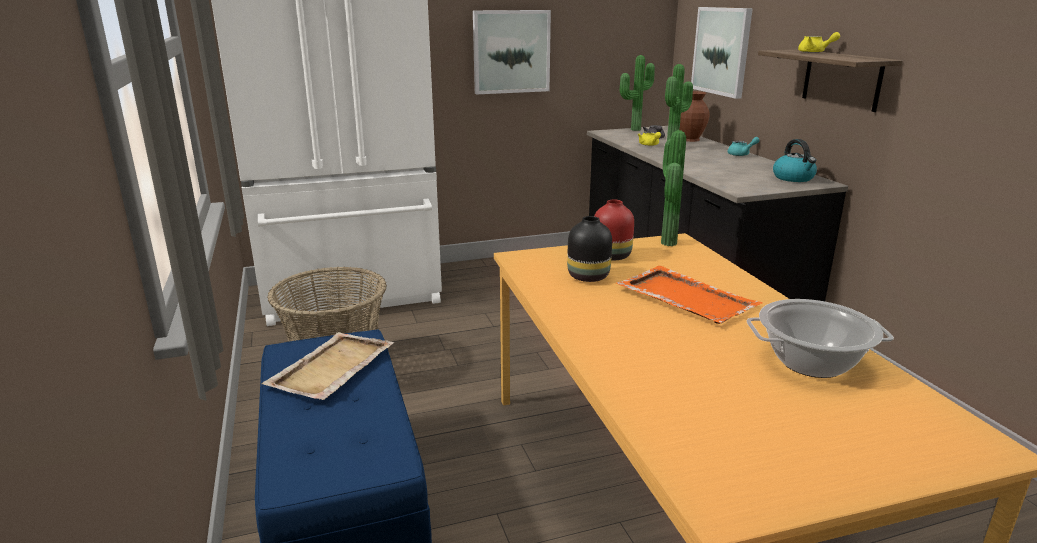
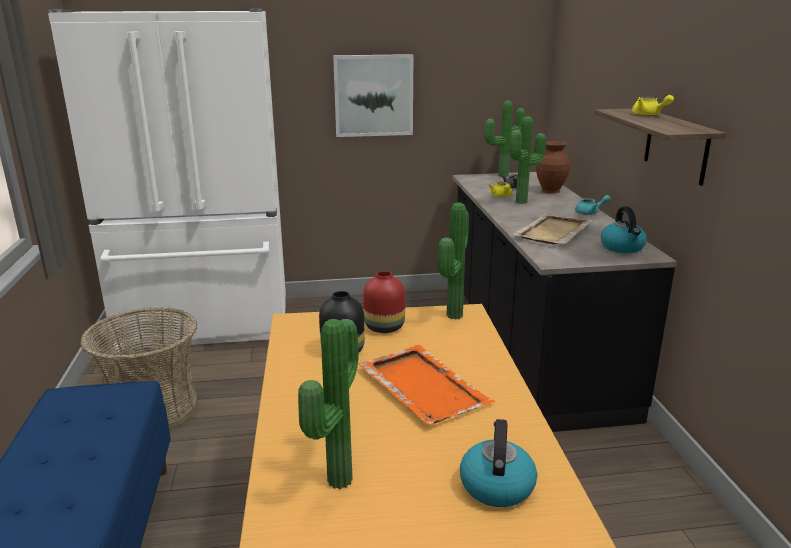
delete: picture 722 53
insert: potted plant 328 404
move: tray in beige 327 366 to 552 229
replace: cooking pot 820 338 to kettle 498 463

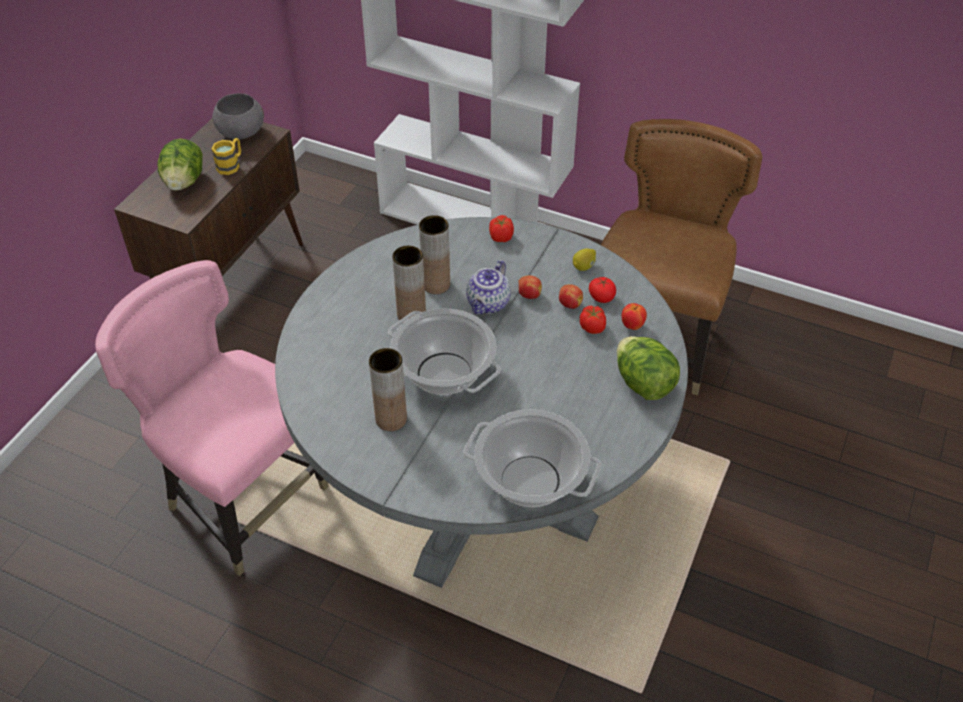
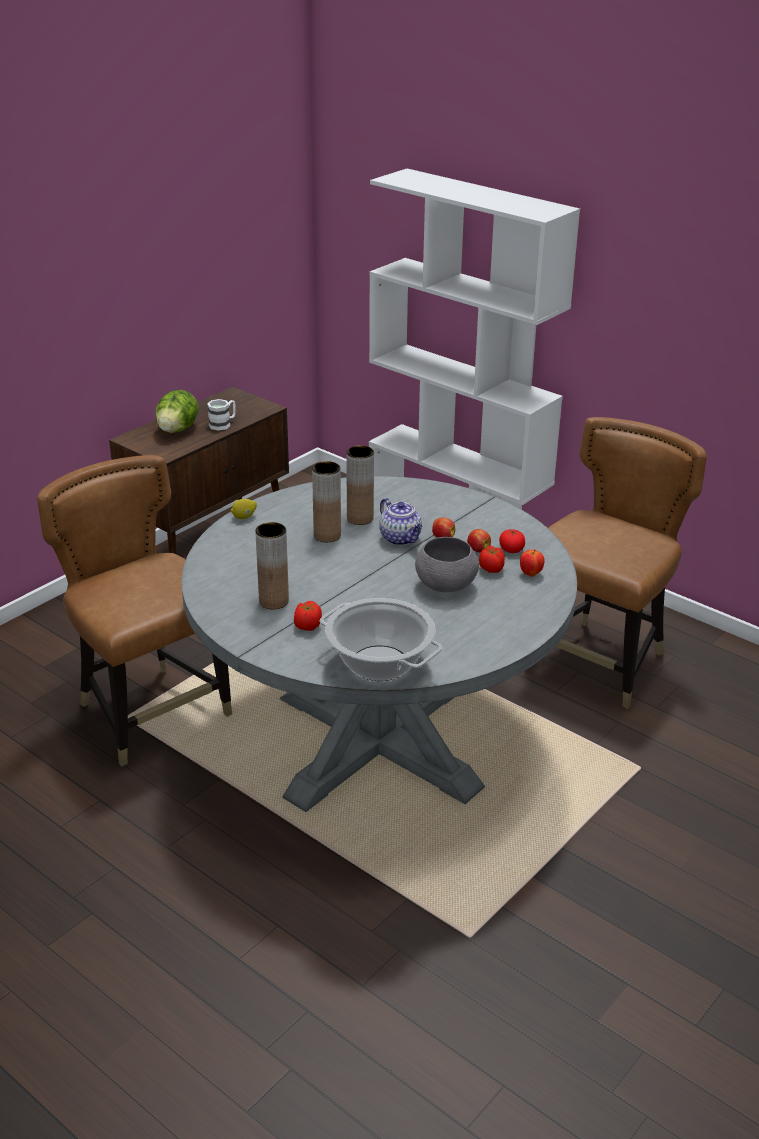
delete: cooking pot 444 351; lettuce 648 368
move: bowl in grey 238 116 to 447 564; tomato 501 228 to 308 616; lemon 584 259 to 244 509
recolor: chair in pink 212 418 to chair in brown 134 610; mug in yellow 226 156 to mug in white 221 415
rotate: teapot 488 287 = 401 521 75 degrees counterclockwise

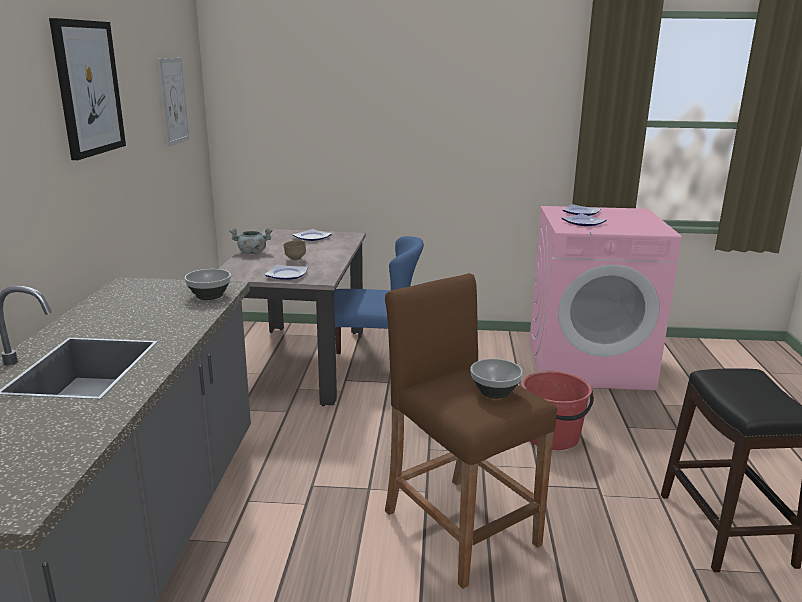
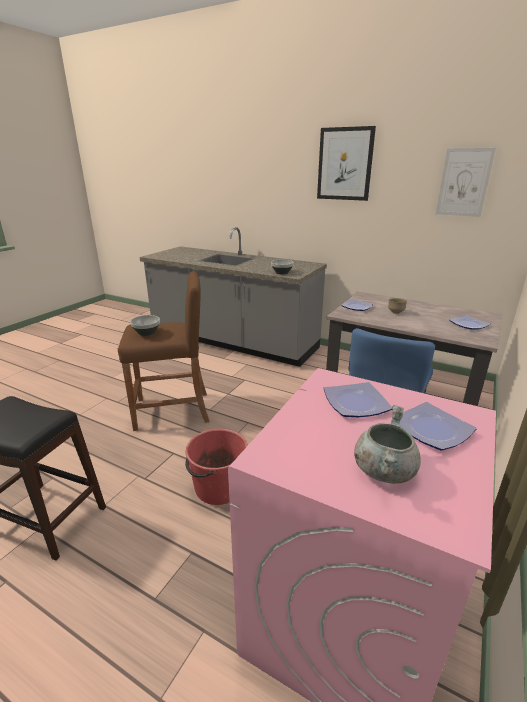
move: cooking pot in grey 250 241 to 387 444

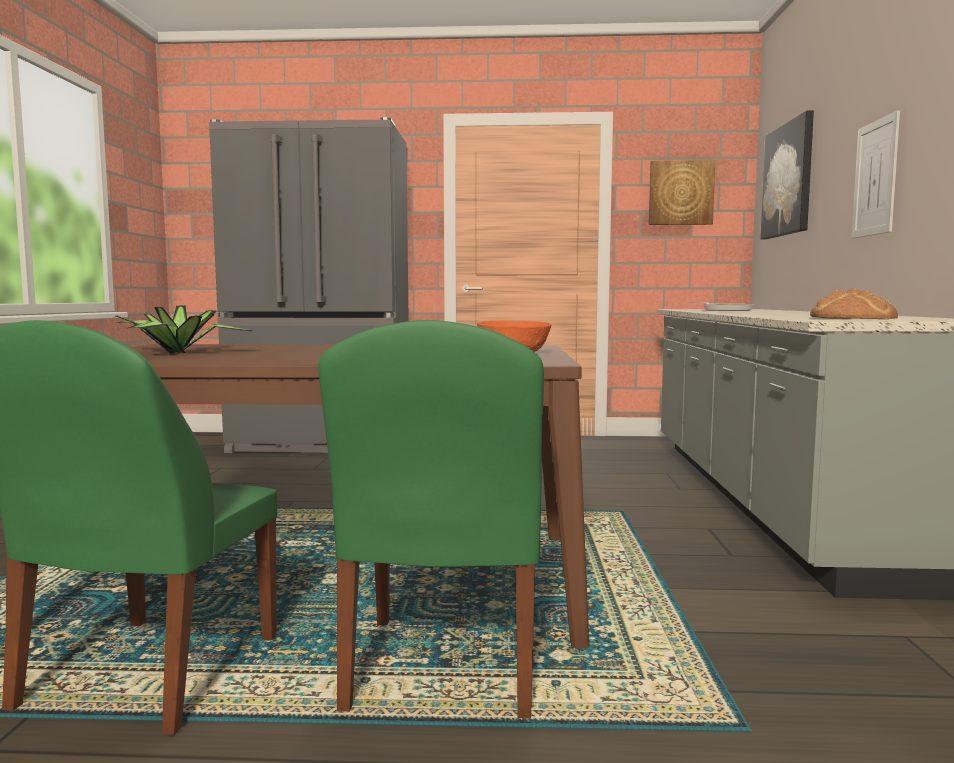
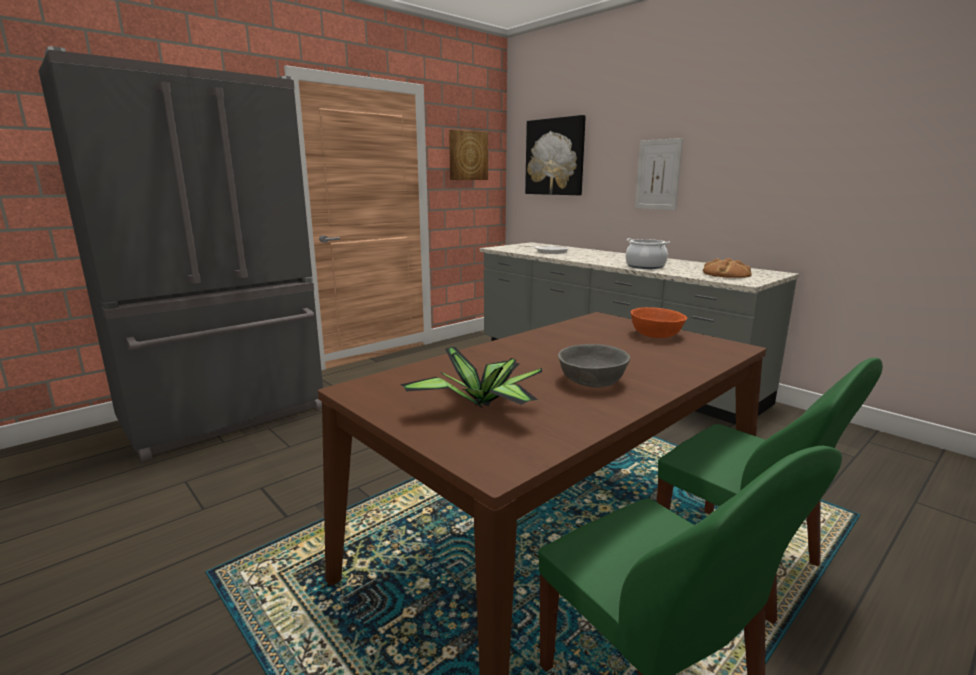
insert: bowl in grey 594 366; cooking pot 648 254

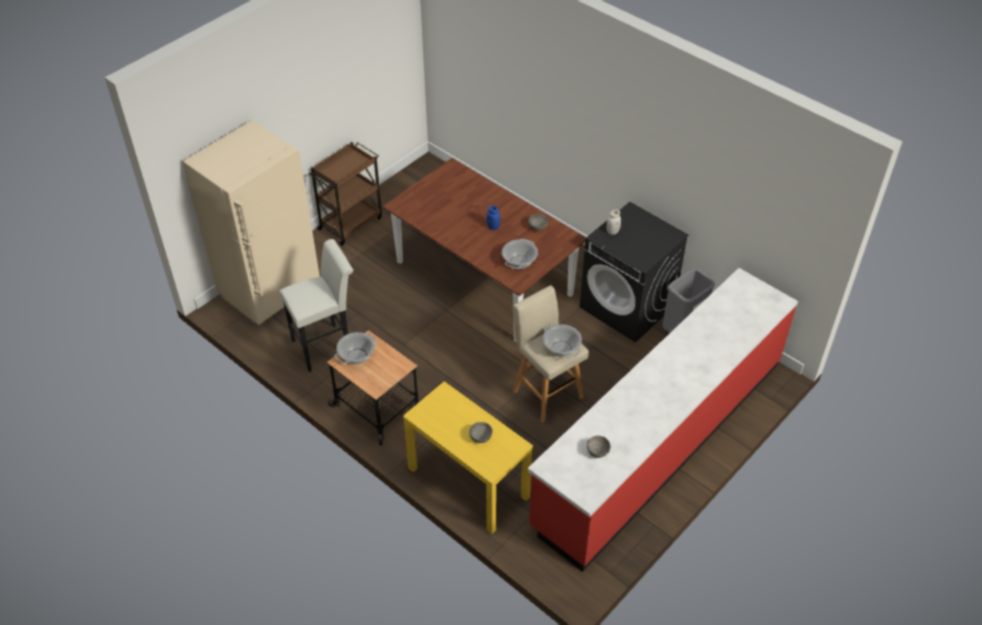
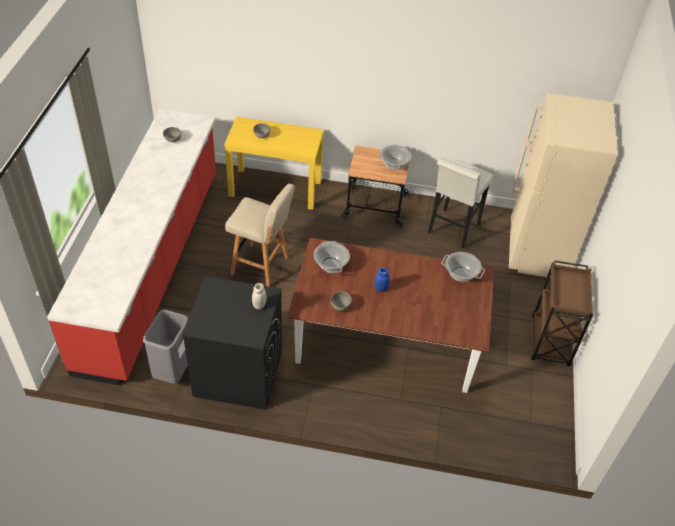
move: cooking pot 562 341 to 463 267

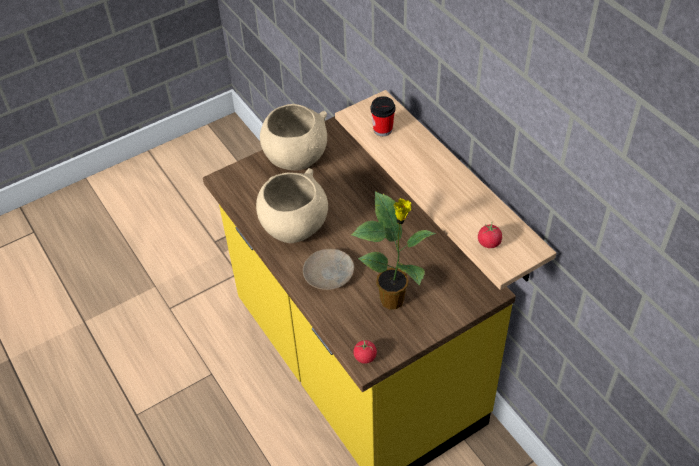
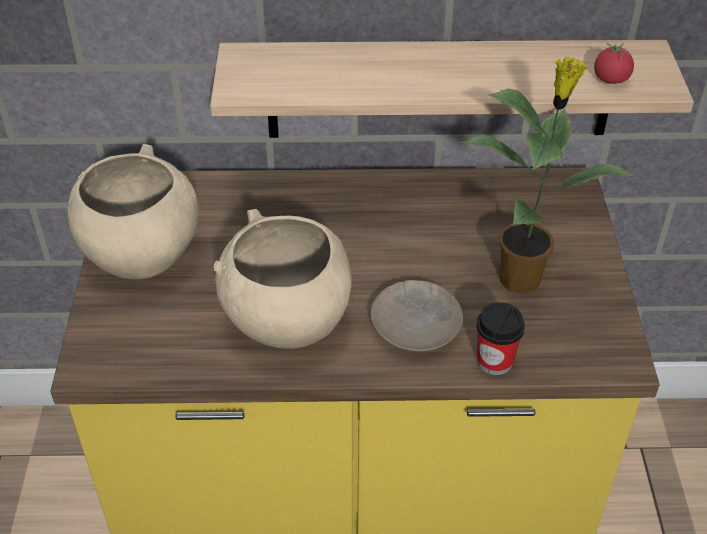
delete: tomato 365 352
move: cup 382 116 to 501 338

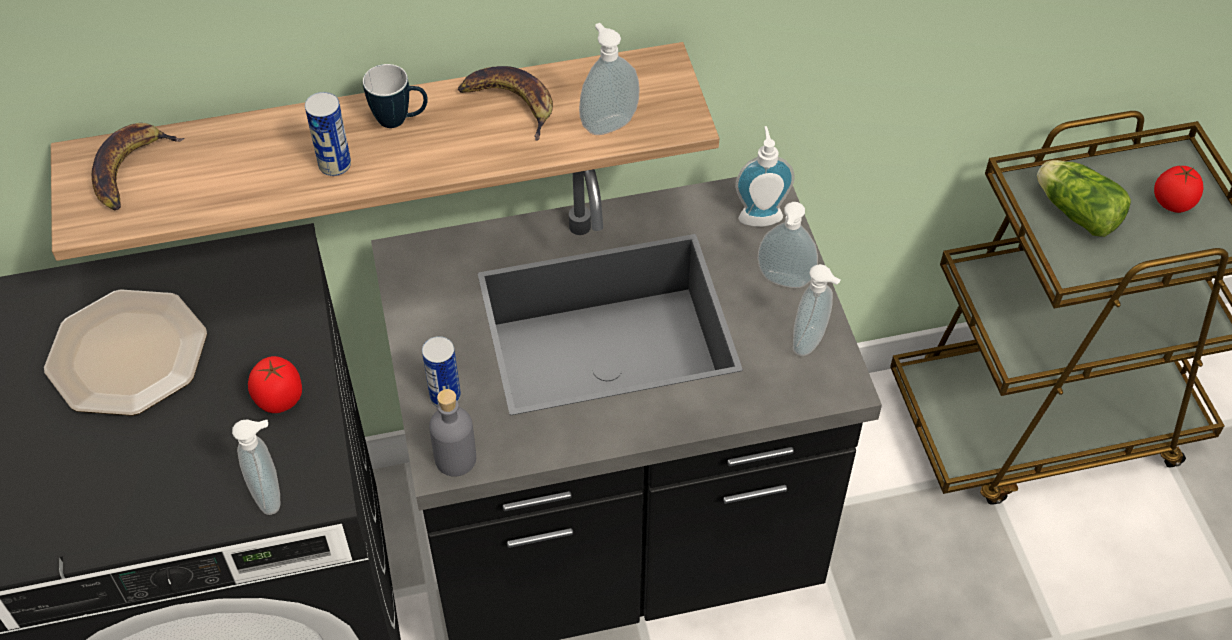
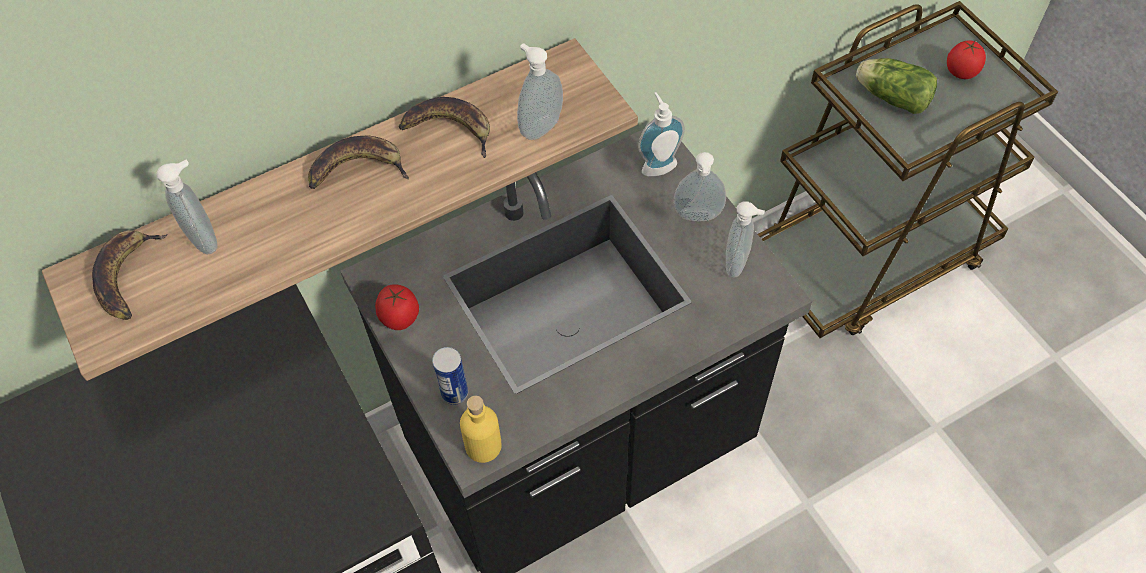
delete: plate 125 352; can 328 134
move: soap dispenser 256 467 to 187 207; tomato 275 384 to 397 307
replace: mug 395 96 to banana 358 162
recolor: bottle in grey 452 433 to bottle in yellow 481 429

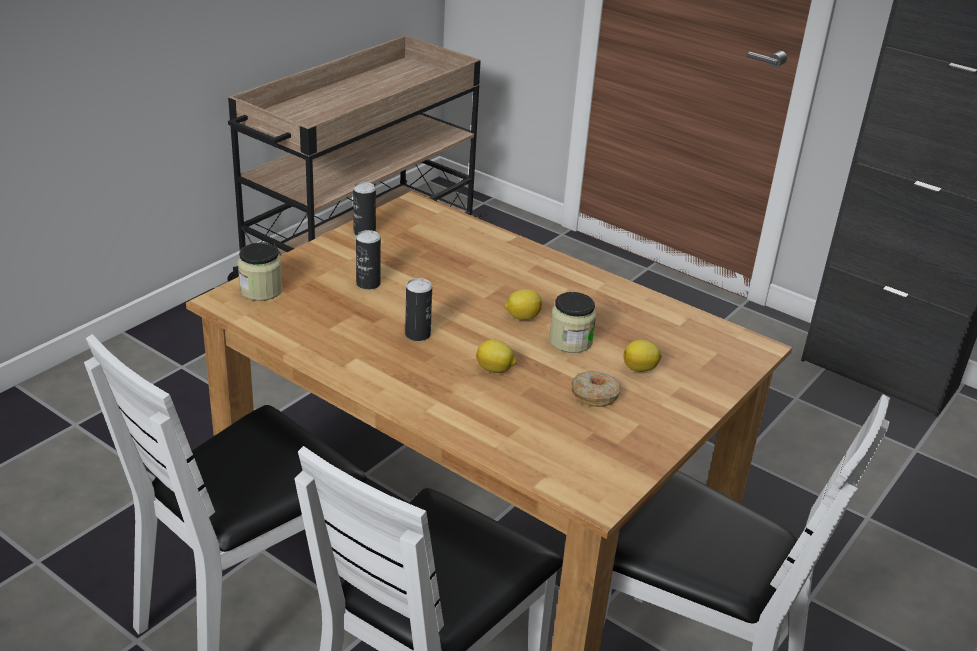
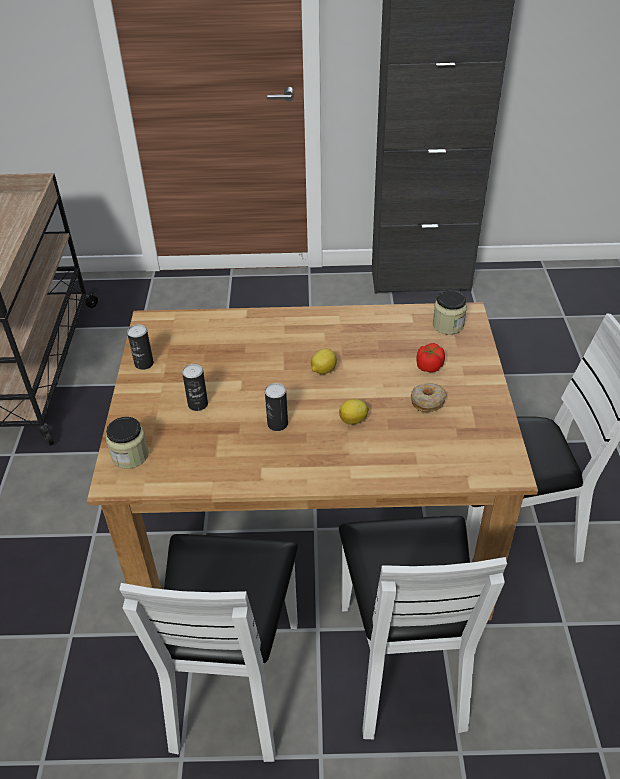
move: jar 572 322 to 450 313
replace: lemon 642 356 to tomato 430 357

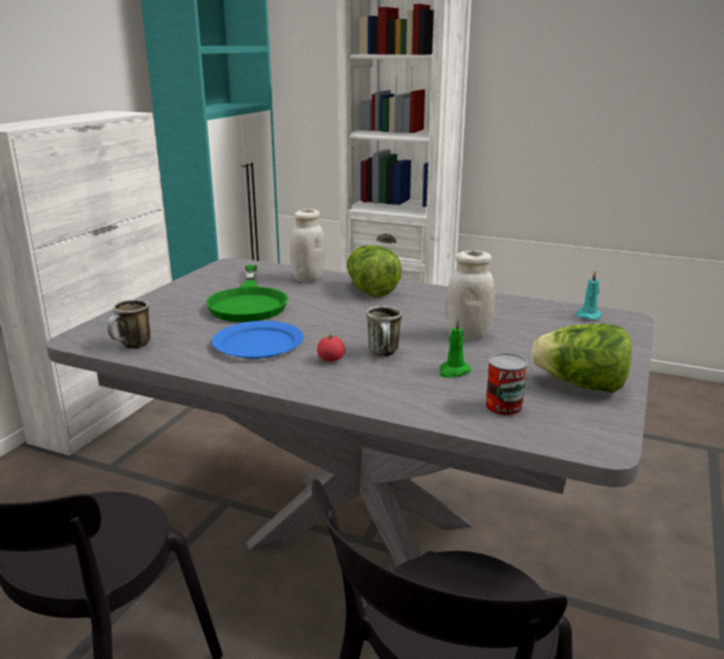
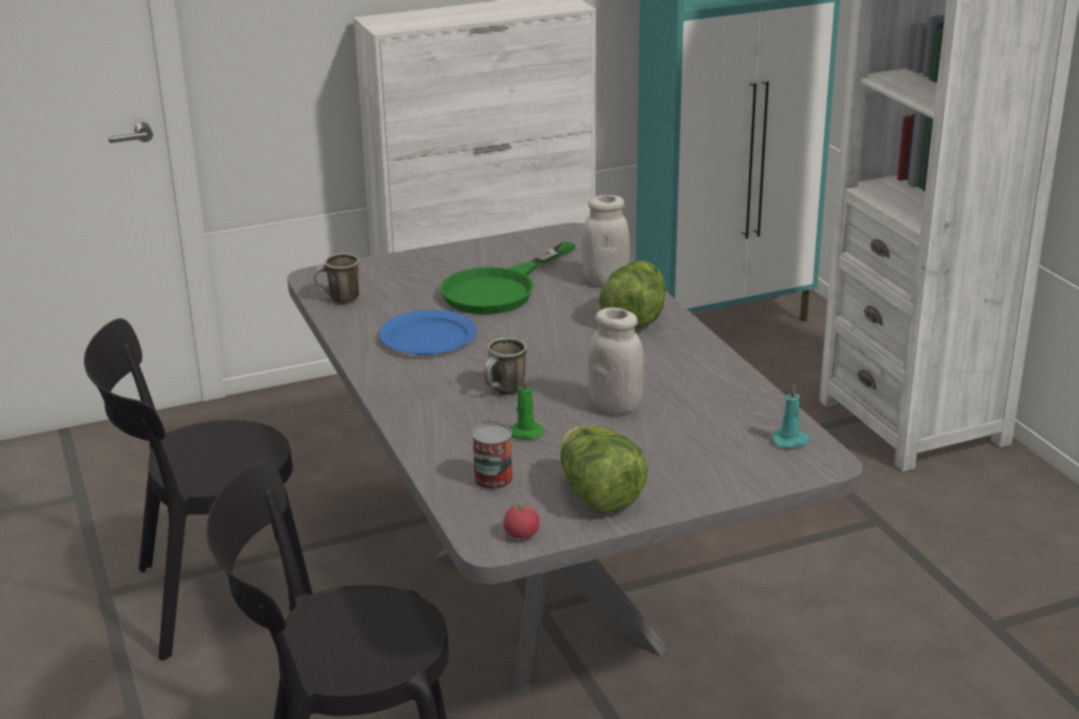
move: tomato 331 347 to 521 519

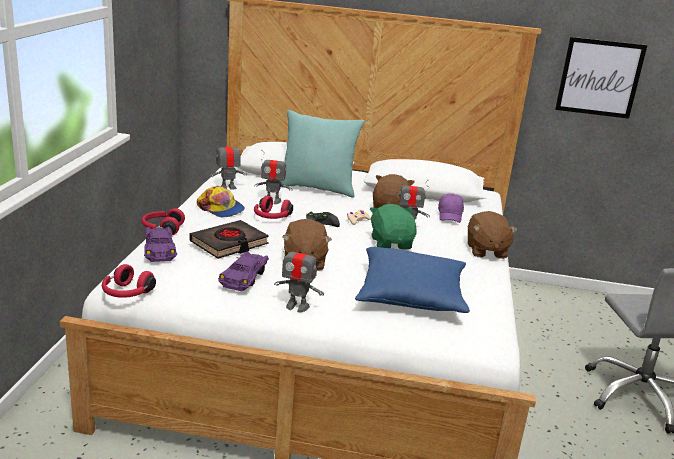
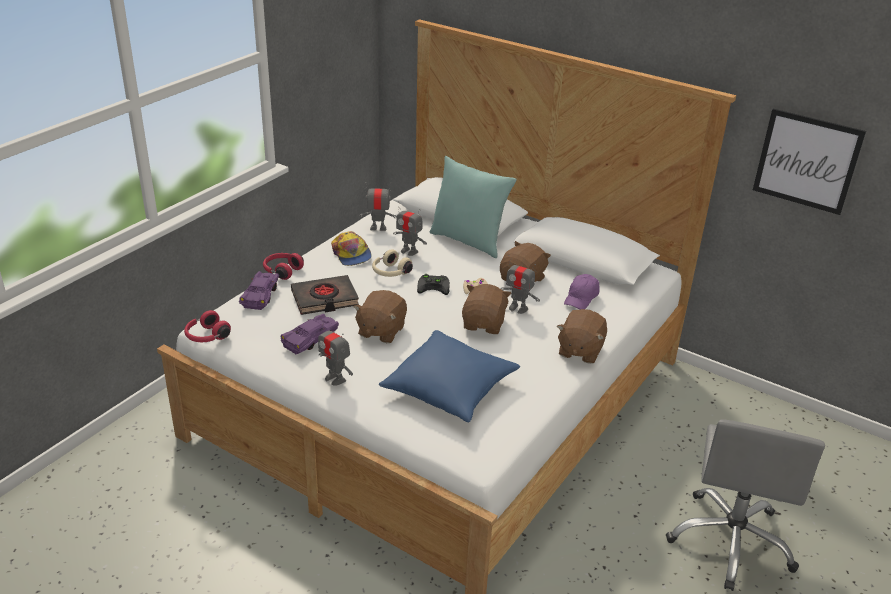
recolor: headphones in red 273 207 to headphones in beige 392 263; plush toy in green 393 227 to plush toy in brown 486 309

